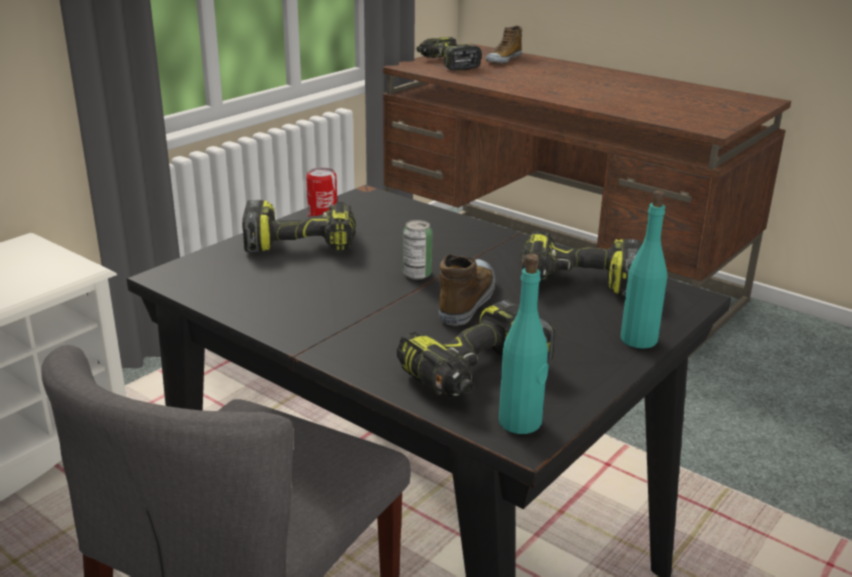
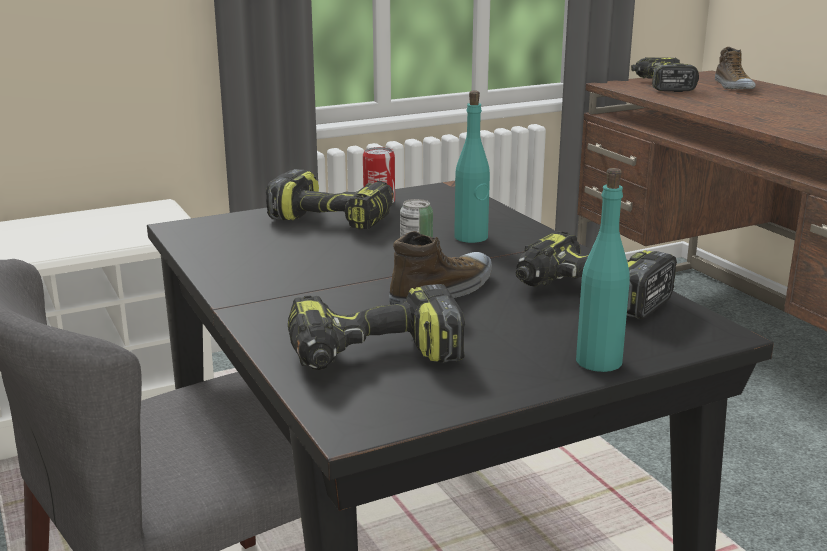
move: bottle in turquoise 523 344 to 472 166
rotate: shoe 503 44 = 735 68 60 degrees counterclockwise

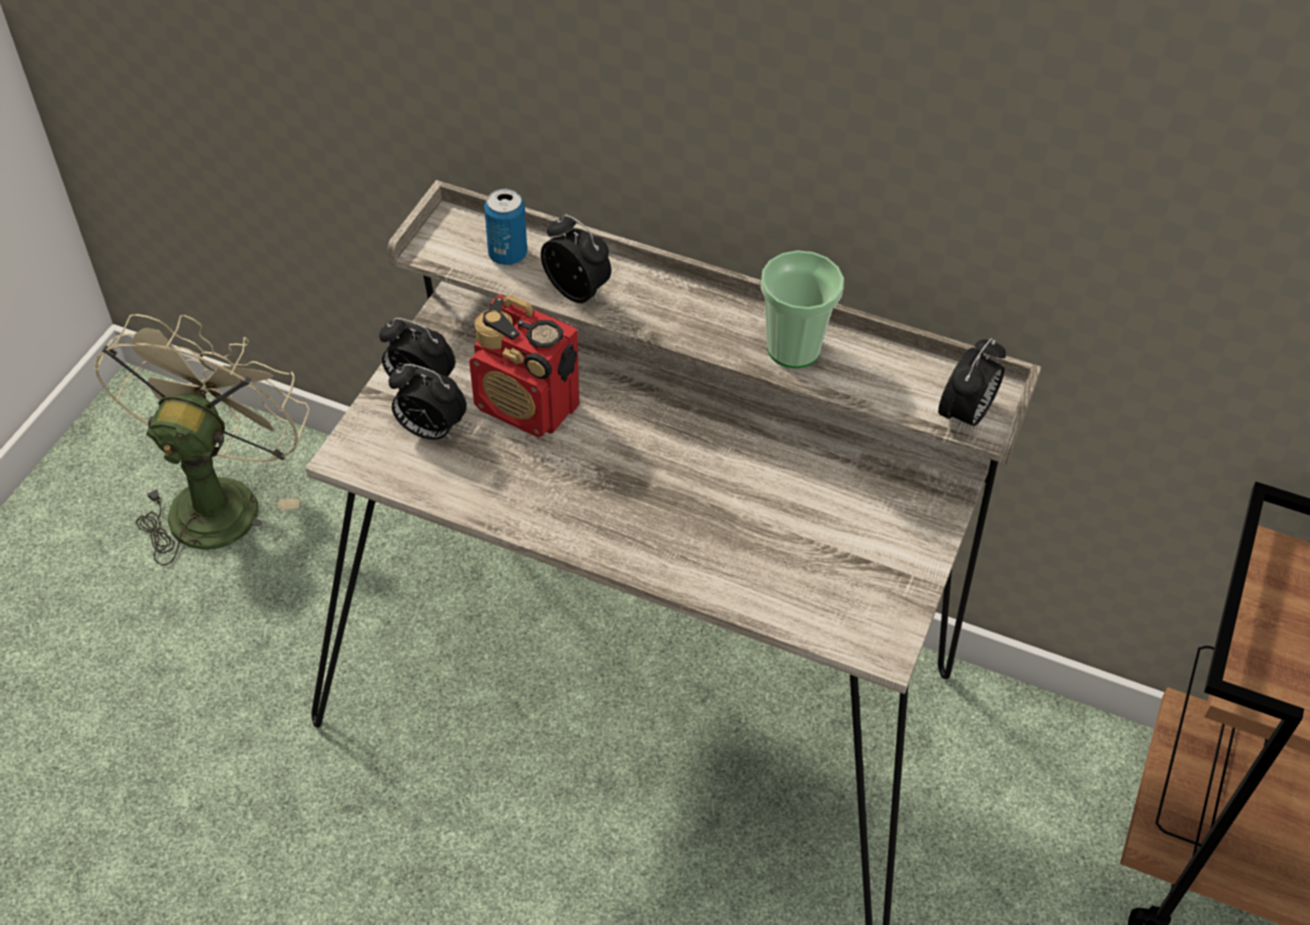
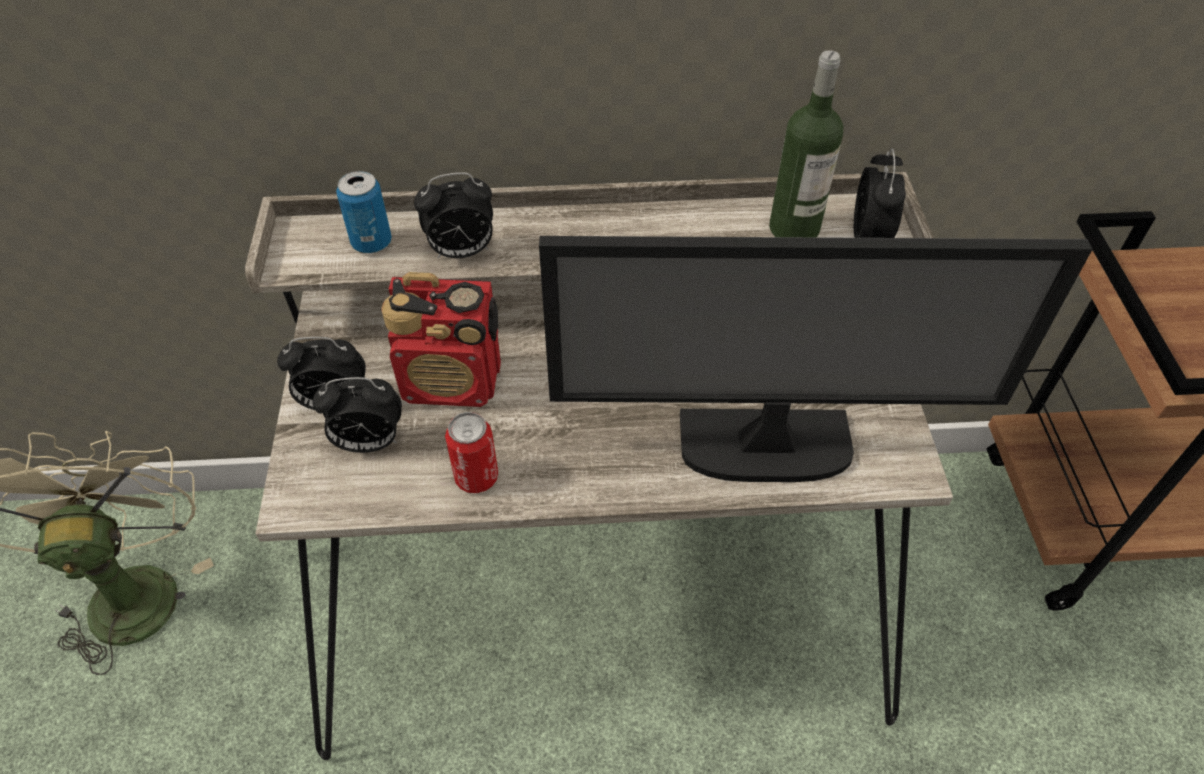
delete: cup 802 309
insert: can 471 452; monitor 816 359; bottle 806 143
rotate: alarm clock 576 258 = 453 215 150 degrees clockwise

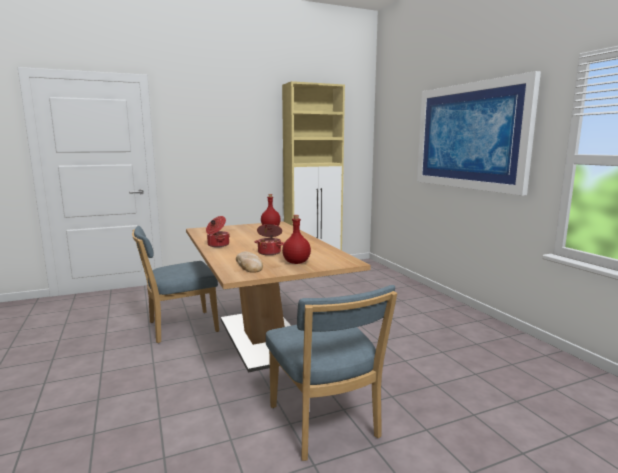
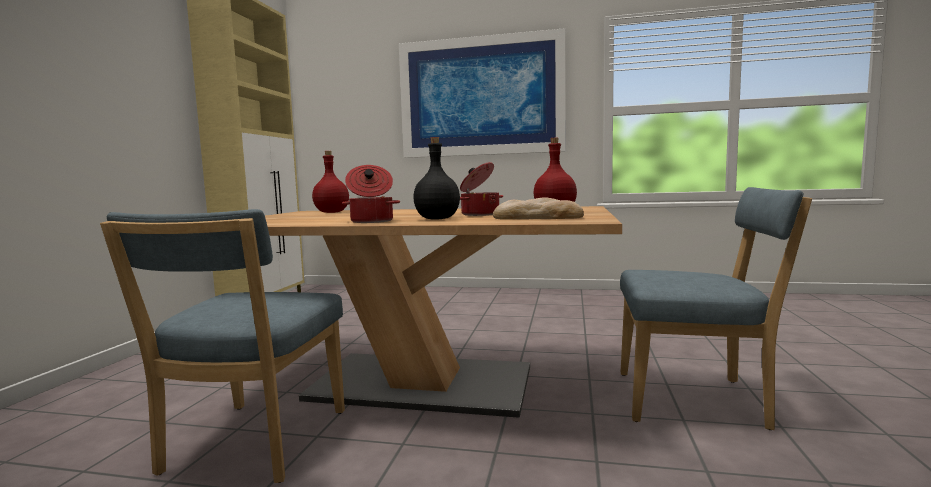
insert: bottle in black 436 178

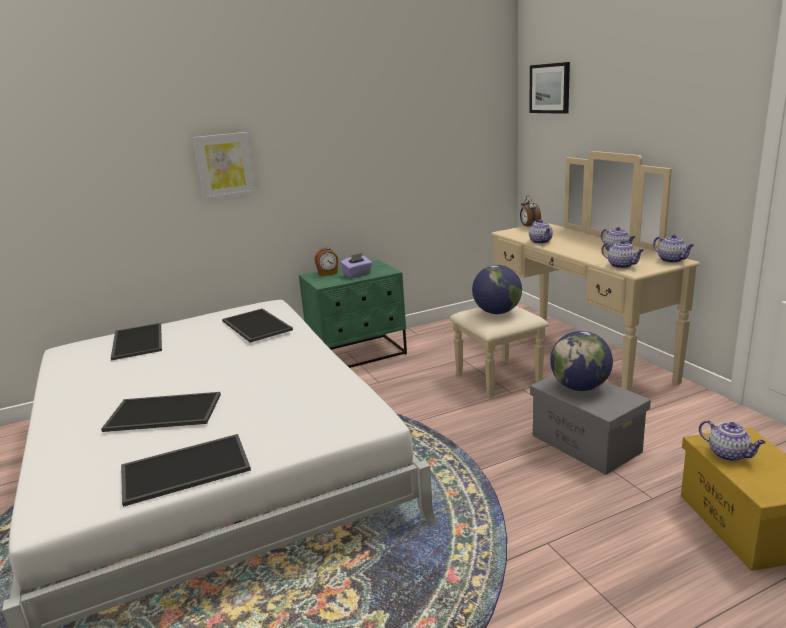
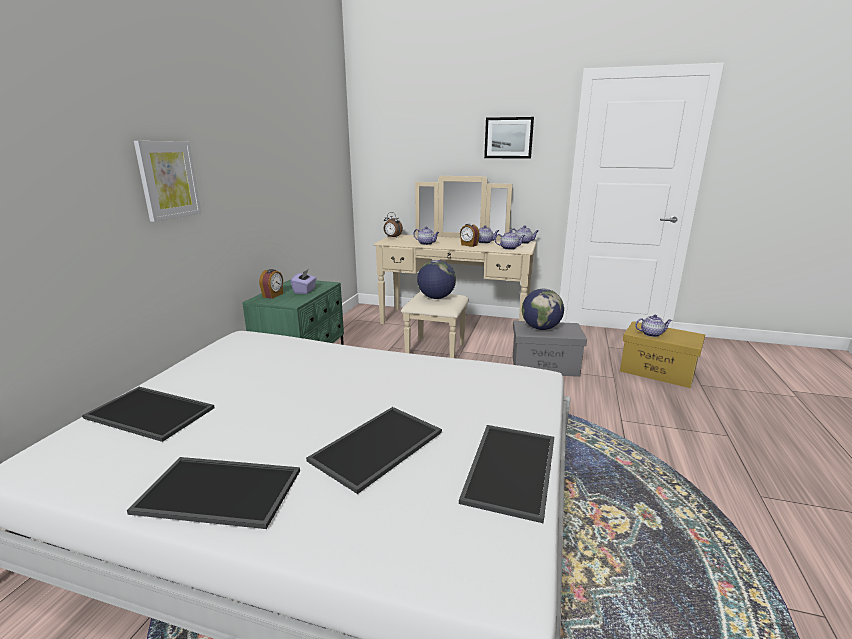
insert: alarm clock 470 235
move: tray 257 326 to 213 493; picture 549 88 to 509 138

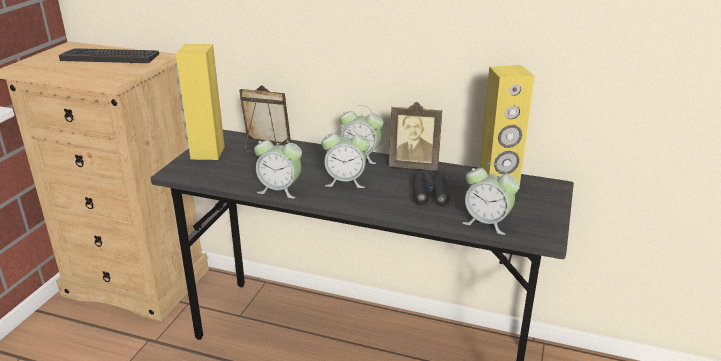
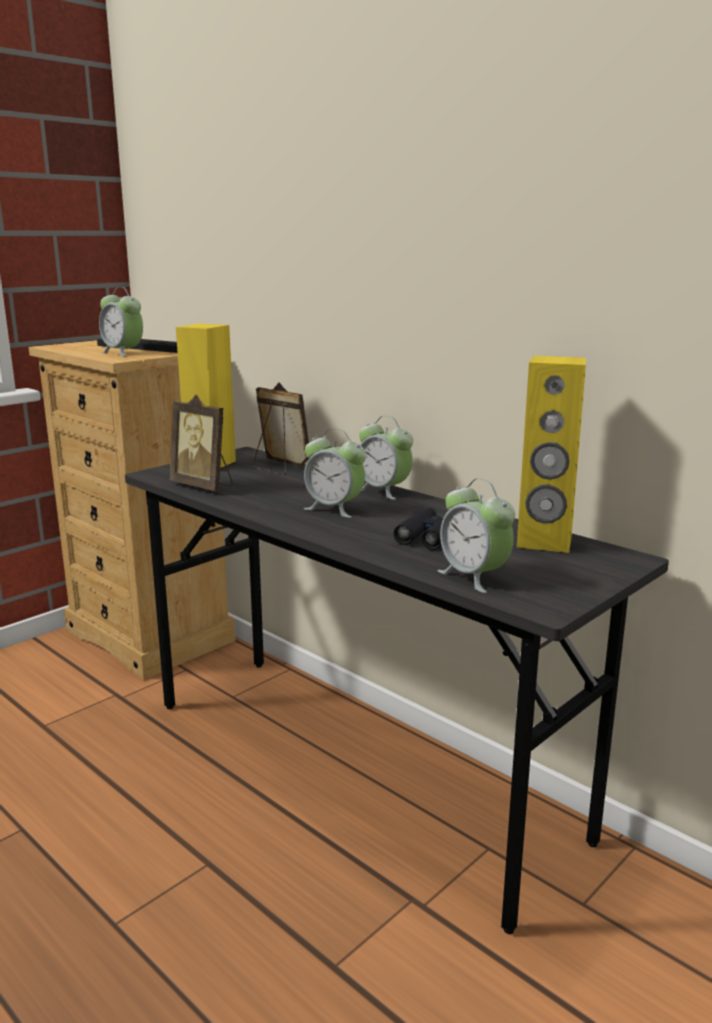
move: alarm clock 278 166 to 121 322; picture frame 415 136 to 201 442

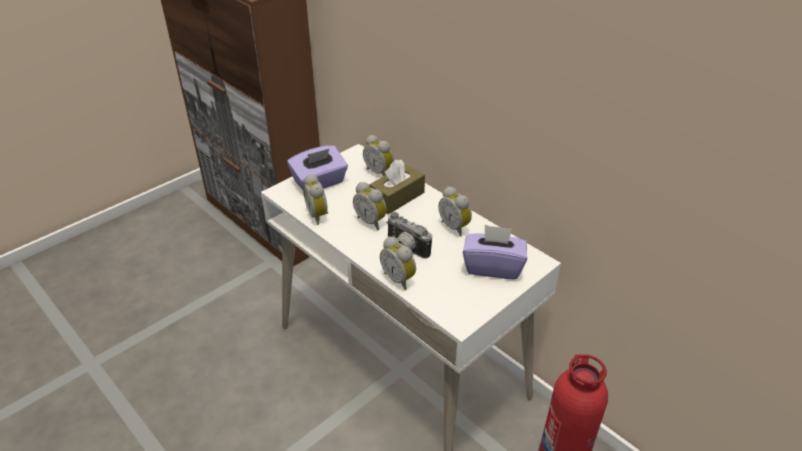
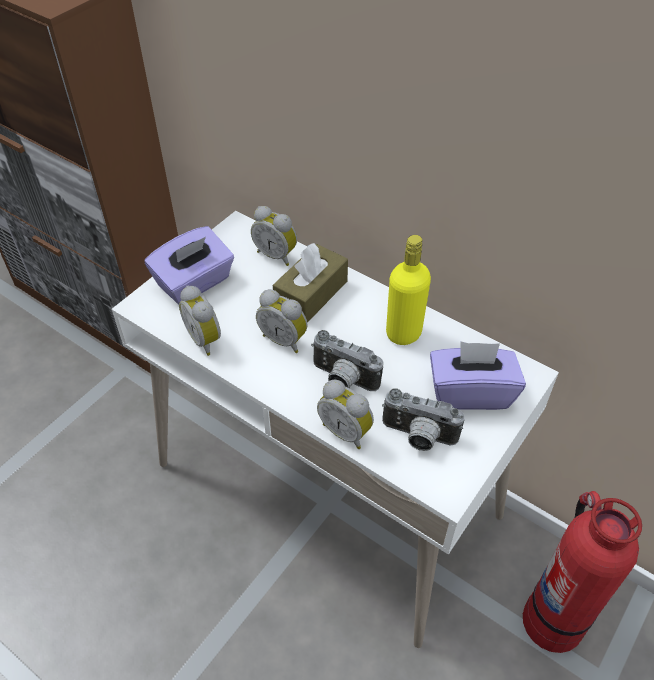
insert: photo camera 423 419
replace: alarm clock 455 211 to bottle in yellow 408 290

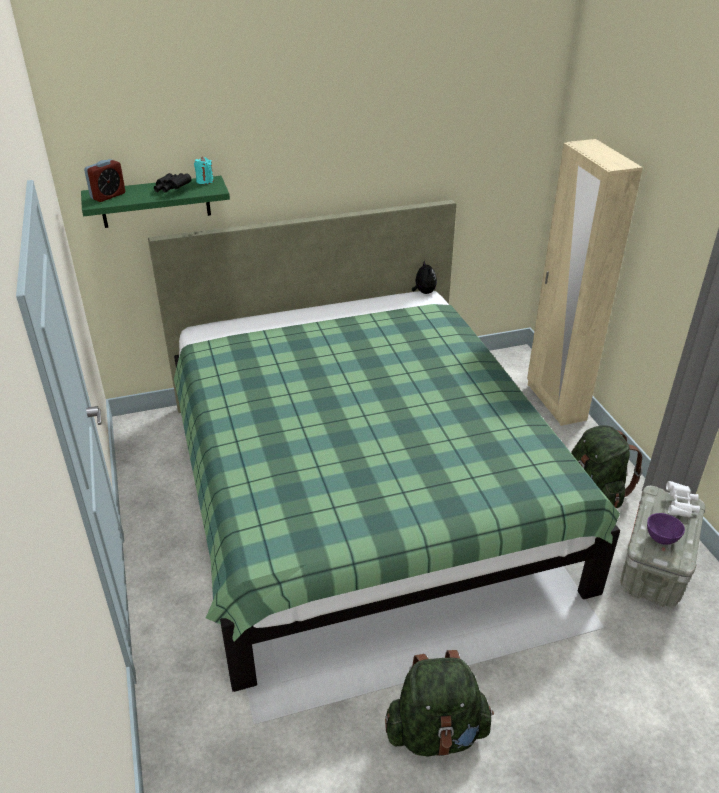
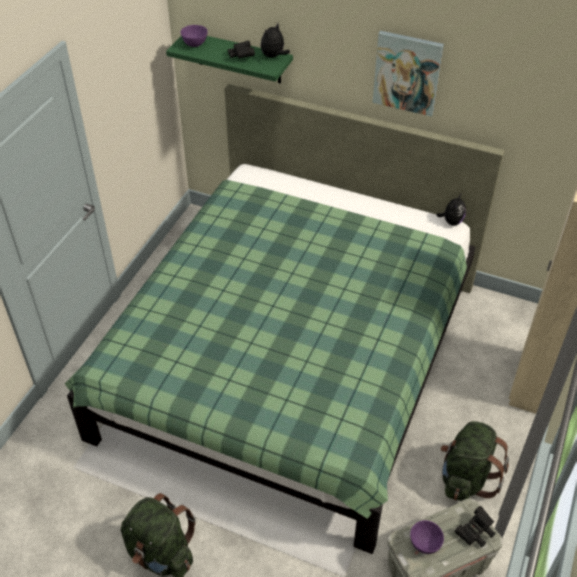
insert: picture 408 74
replace: alarm clock 104 180 to bowl in purple 194 36; candle in turquoise 204 170 to plush toy 275 40
recolor: binoculars in white 683 499 to binoculars in black 475 527

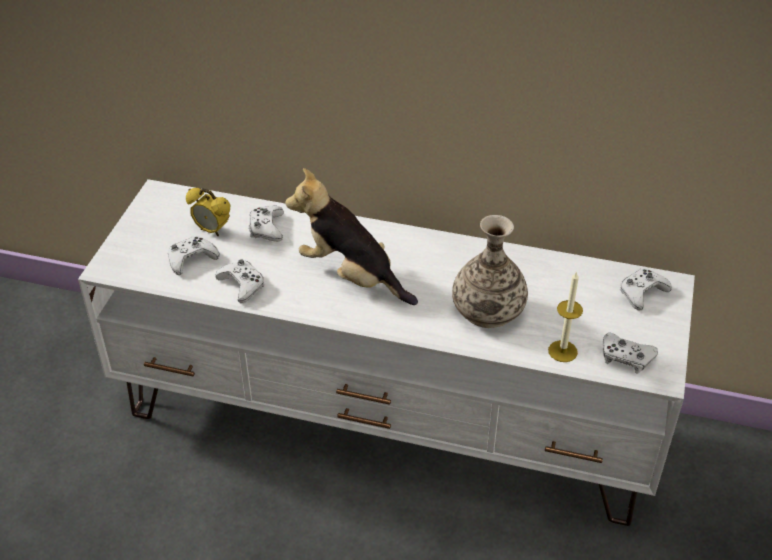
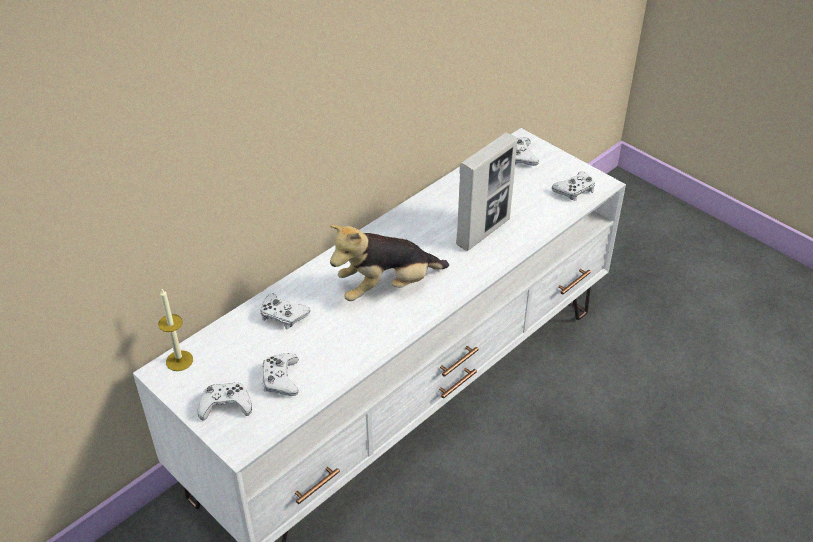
delete: alarm clock 208 212
move: game controller in white 240 281 to 225 401; candle 565 316 to 175 330
replace: vase 490 271 to picture frame 487 192

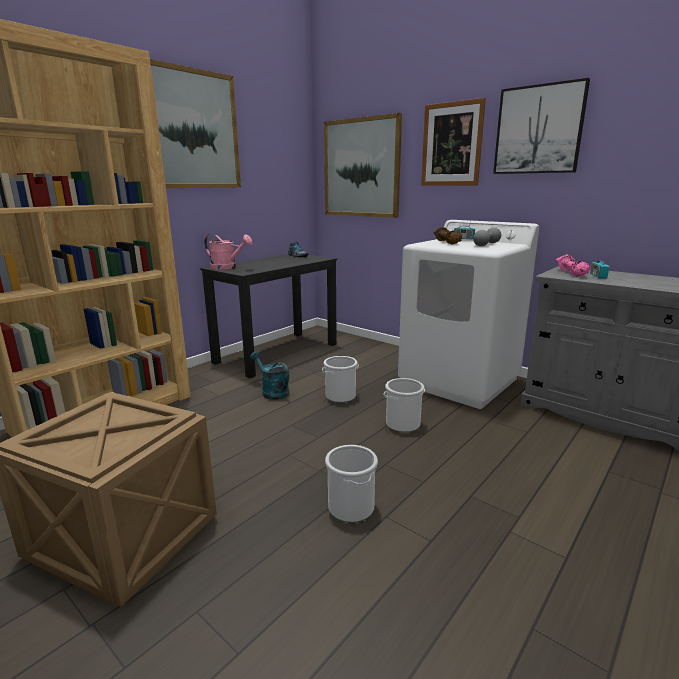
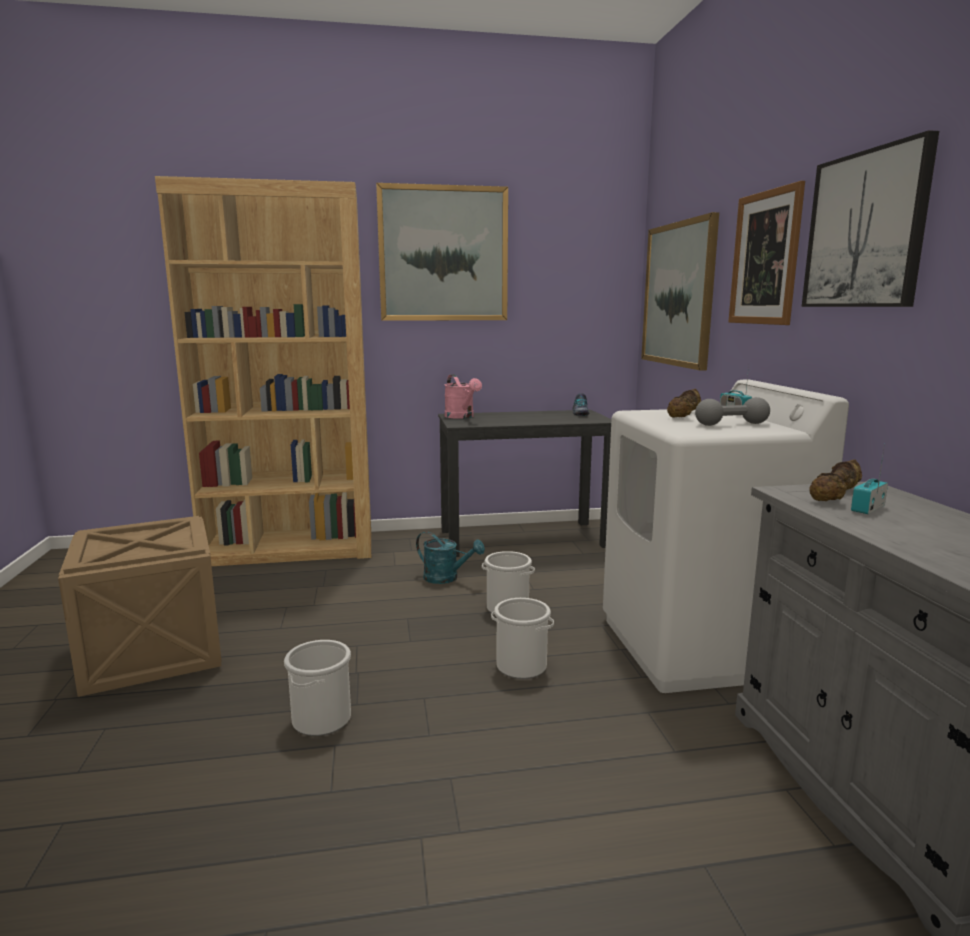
recolor: dumbbell in pink 573 265 to dumbbell in brown 836 480
rotate: watering can in turquoise 269 375 = 450 557 120 degrees clockwise

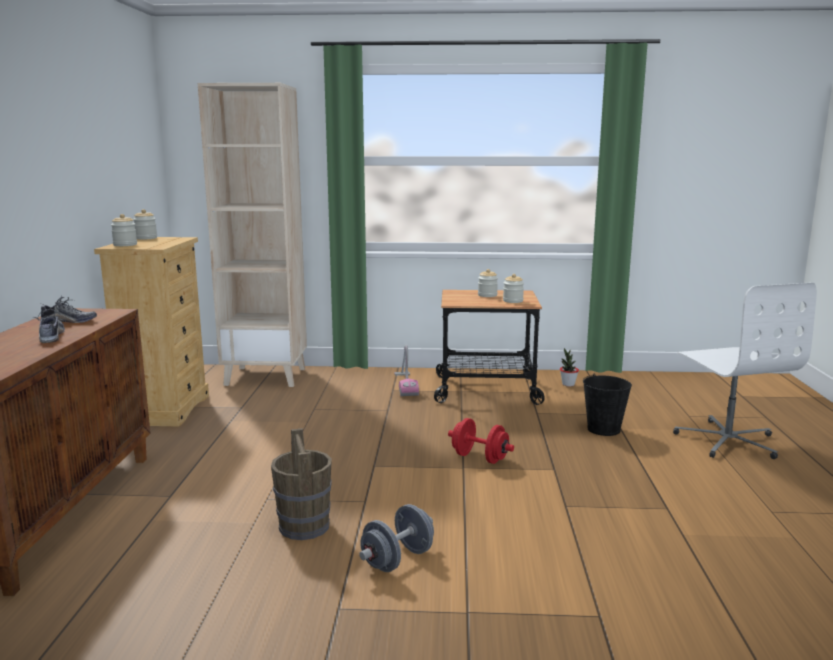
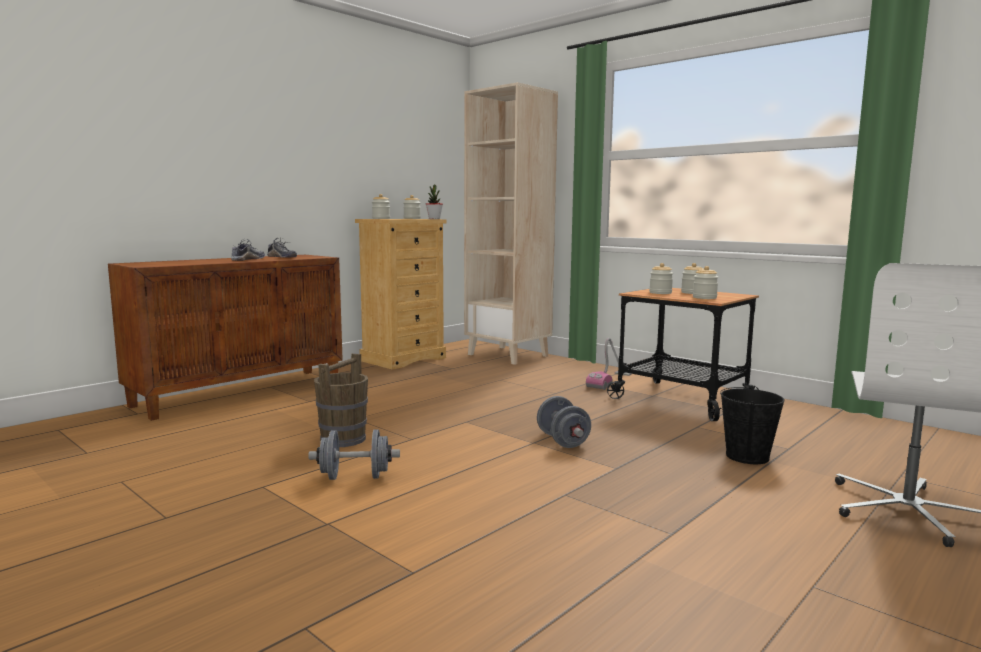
insert: jar 661 278
move: potted plant 569 367 to 434 202
recolor: dumbbell in red 481 441 to dumbbell in grey 564 422

